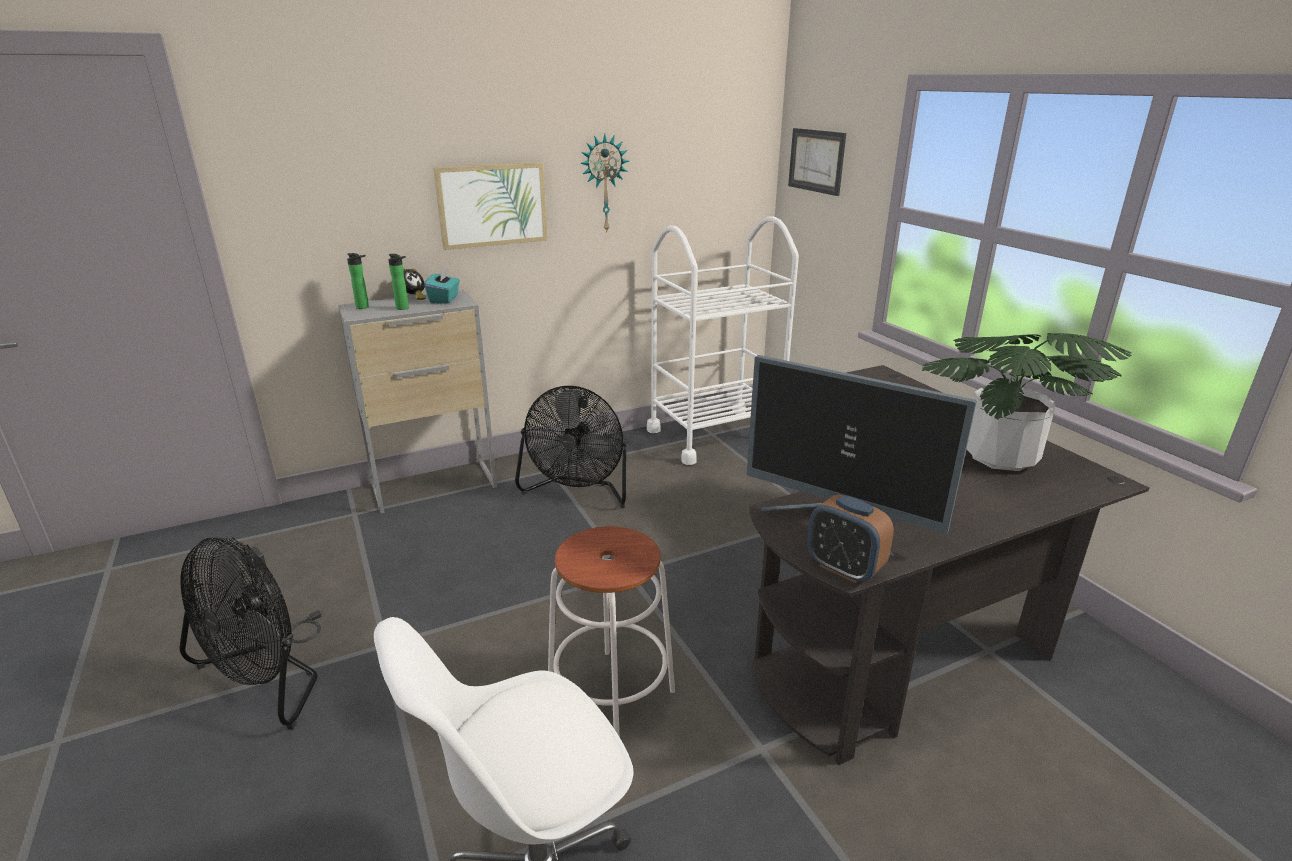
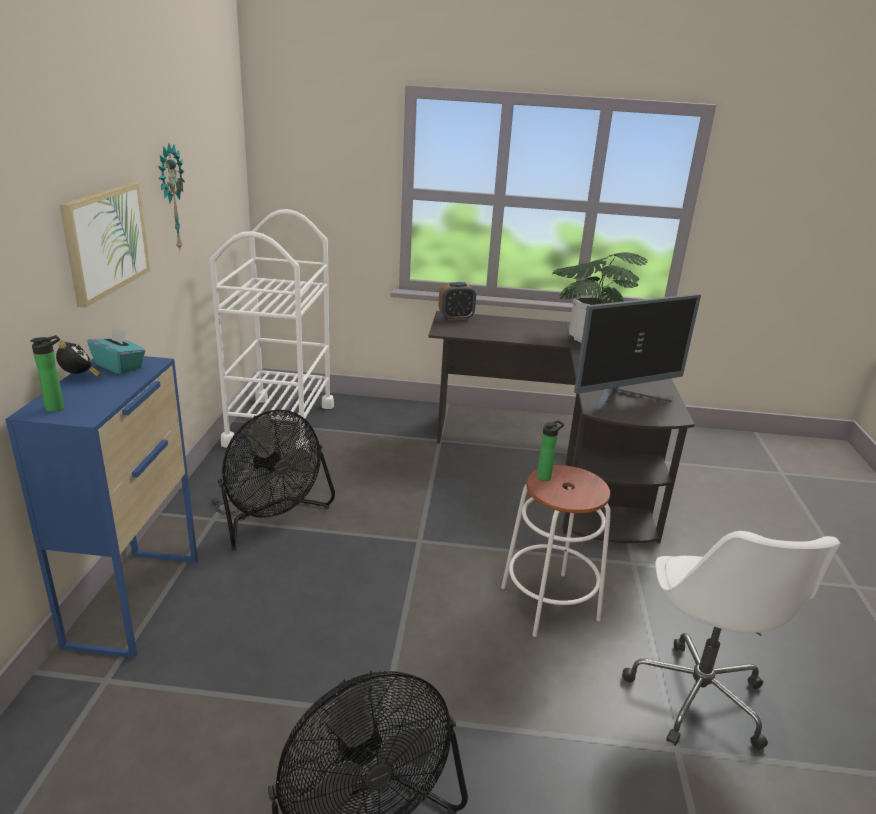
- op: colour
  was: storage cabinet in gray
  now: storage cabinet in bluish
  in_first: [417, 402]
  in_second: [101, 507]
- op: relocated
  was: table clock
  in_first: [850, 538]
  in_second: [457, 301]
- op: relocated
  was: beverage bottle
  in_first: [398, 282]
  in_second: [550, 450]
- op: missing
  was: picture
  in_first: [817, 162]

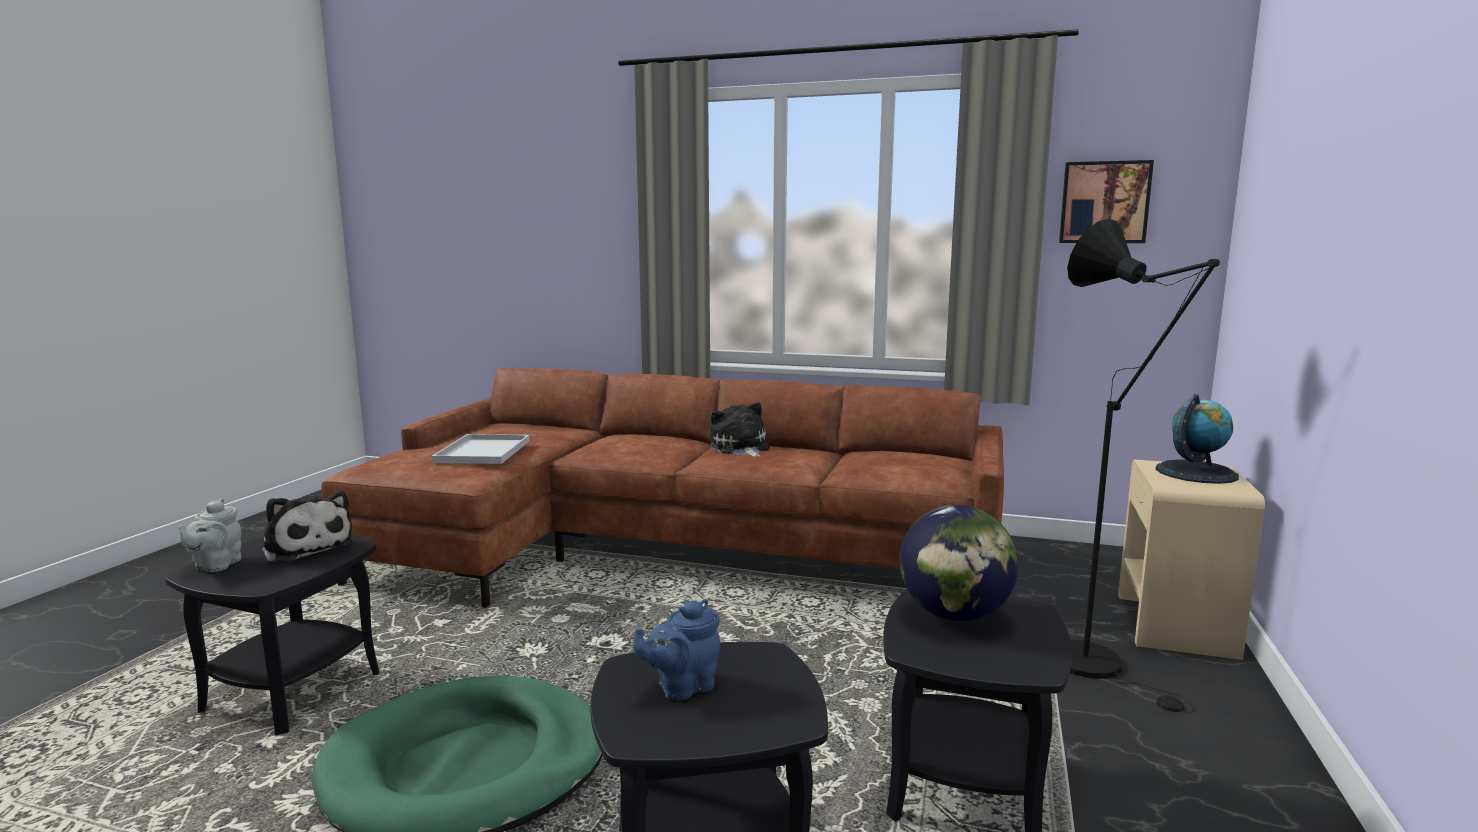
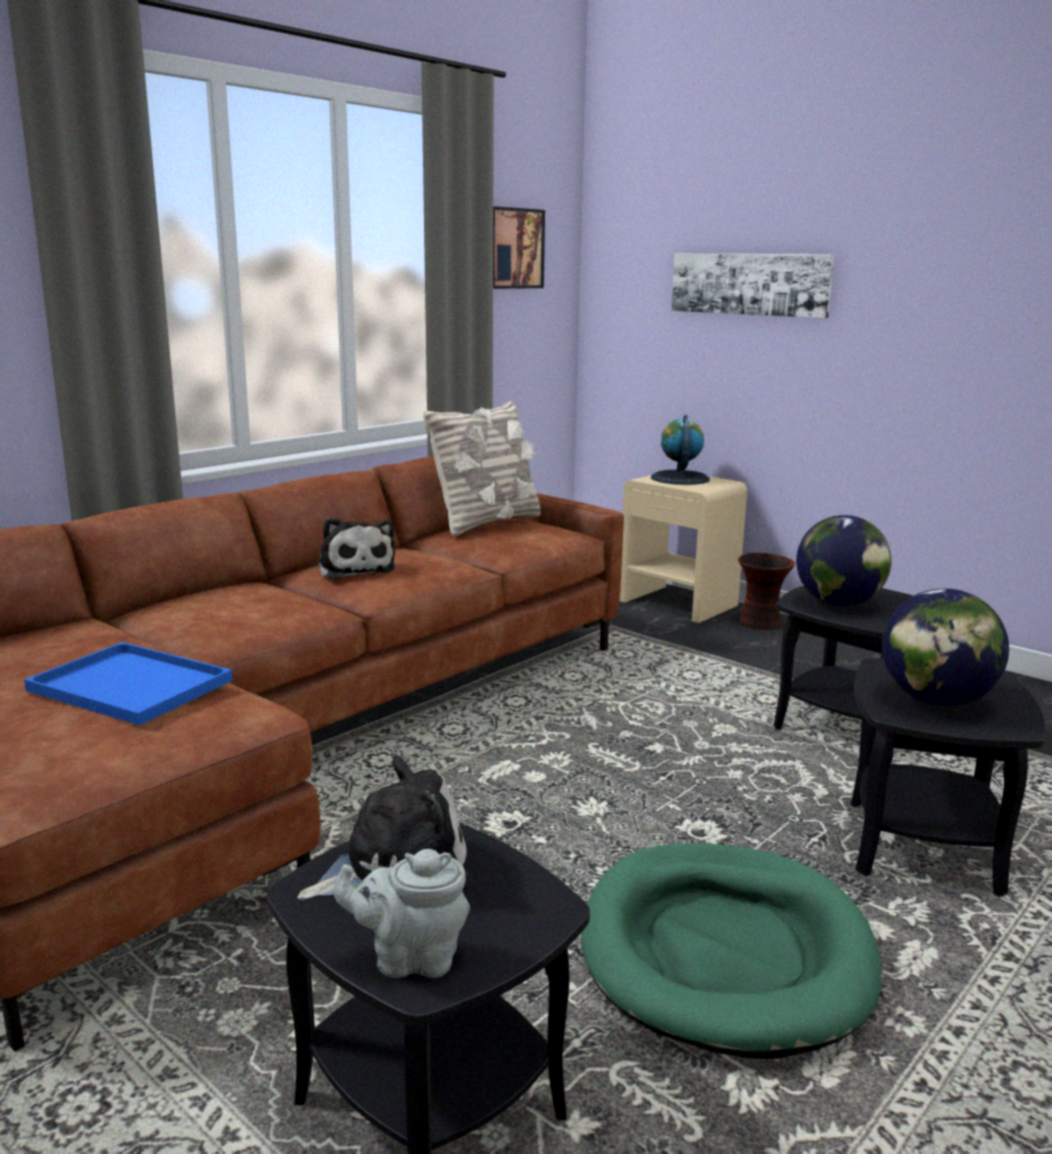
- op: colour
  was: tray in white-coloured
  now: tray in bluish
  in_first: [481, 449]
  in_second: [128, 683]
- op: spun
  was: soft toy
  in_first: [740, 429]
  in_second: [357, 548]
  clockwise: -120
- op: spun
  was: tea pot in gray
  in_first: [210, 535]
  in_second: [401, 913]
  clockwise: 150
- op: appeared
  now: cushion in beige
  in_second: [482, 468]
- op: appeared
  now: picture
  in_second: [753, 285]
- op: appeared
  now: vase
  in_second: [766, 591]
- op: exchanged
  was: tea pot in bluish
  now: desk globe
  in_first: [676, 650]
  in_second: [945, 647]
- op: missing
  was: standing lamp in blackish
  in_first: [1143, 466]

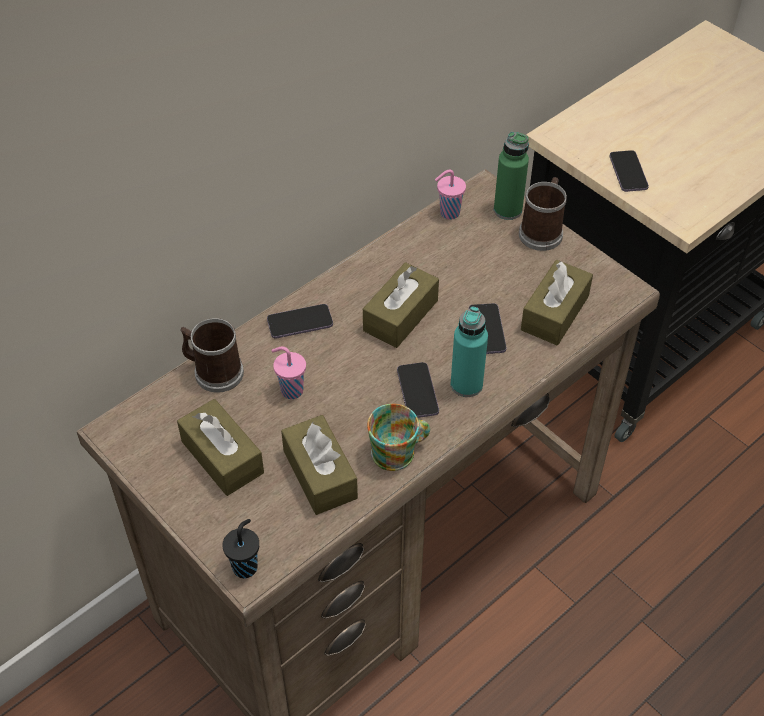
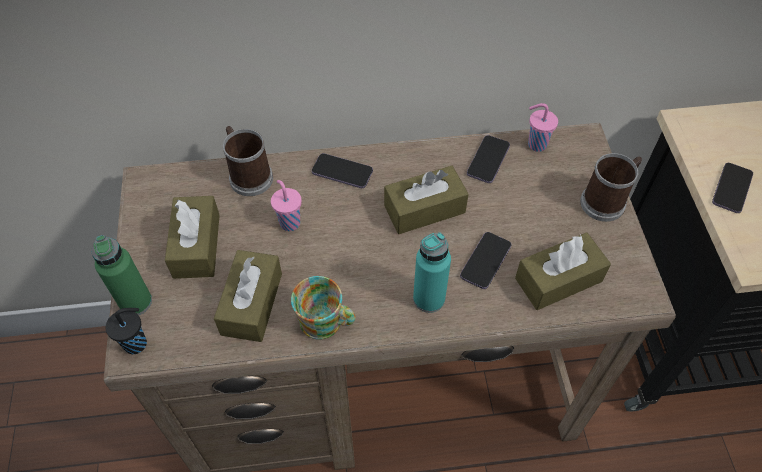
- op: relocated
  was: beverage bottle in green-coloured
  in_first: [511, 176]
  in_second: [121, 275]
- op: relocated
  was: telephone
  in_first: [418, 390]
  in_second: [488, 159]

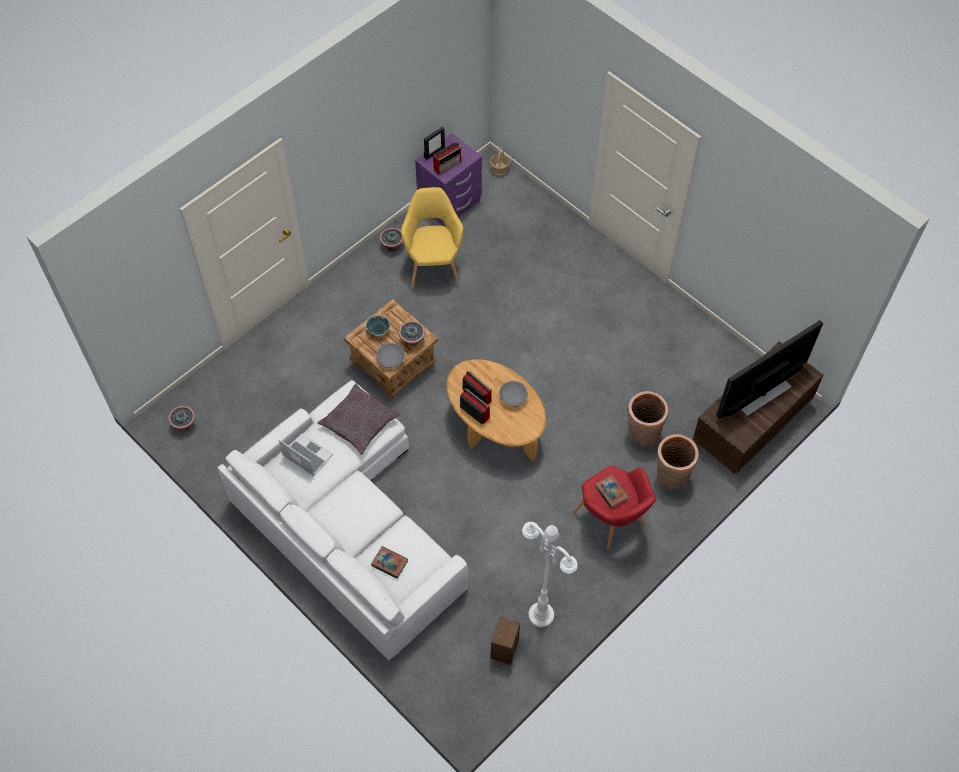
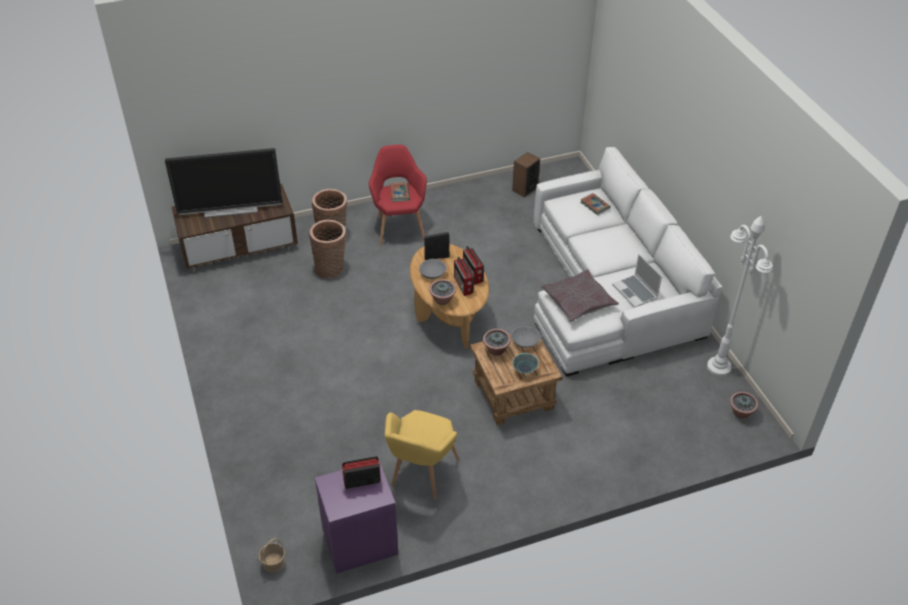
- op: relocated
  was: photo frame
  in_first: [434, 143]
  in_second: [436, 246]
- op: relocated
  was: plant in a pot
  in_first: [391, 240]
  in_second: [442, 292]
- op: relocated
  was: standing lamp in white-coloured
  in_first: [550, 575]
  in_second: [740, 296]

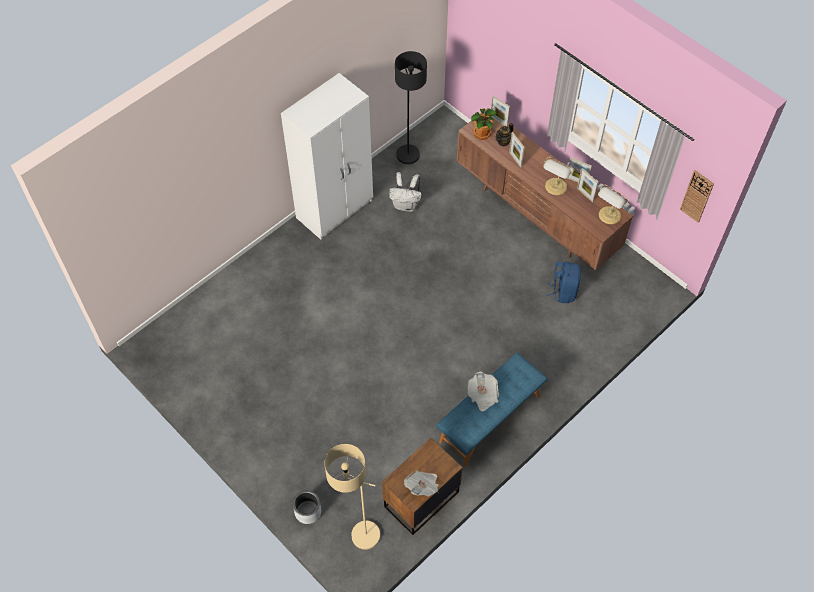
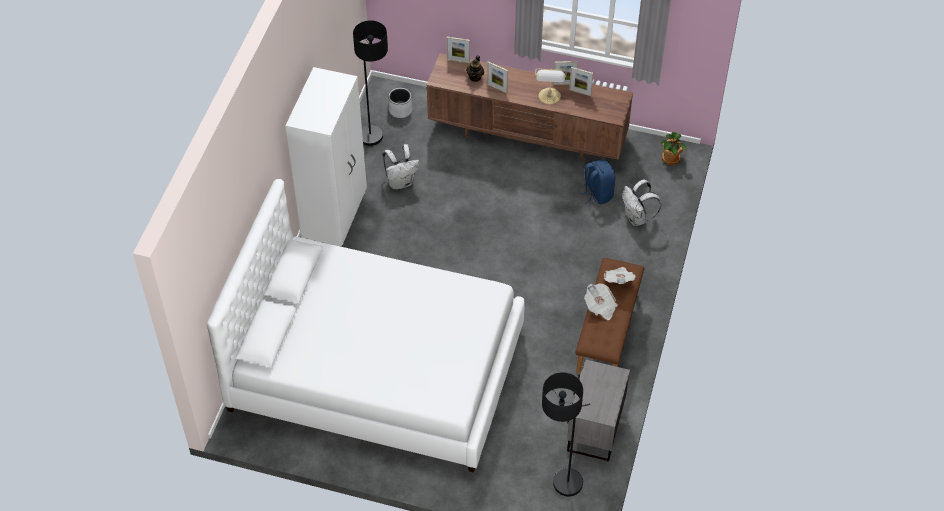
- op: appeared
  now: bedroom bed in white-coloured
  in_second: [366, 326]
- op: relocated
  was: plant pot in gray
  in_first: [307, 507]
  in_second: [400, 102]
- op: colour
  was: standing lamp in beige
  now: standing lamp in blackish
  in_first: [352, 497]
  in_second: [566, 434]
- op: colour
  was: night table in brown-coloured
  now: night table in gray
  in_first: [422, 486]
  in_second: [598, 410]
- op: colour
  was: bench in bluish
  now: bench in brown-coloured
  in_first: [491, 409]
  in_second: [609, 316]
- op: relocated
  was: printed paper
  in_first: [421, 483]
  in_second: [620, 275]
- op: appeared
  now: knapsack in white-coloured
  in_second: [641, 202]
- op: relocated
  was: plant in a pot
  in_first: [483, 124]
  in_second: [674, 148]
- op: missing
  was: table lamp
  in_first: [614, 204]
- op: missing
  was: clock on the wall
  in_first: [697, 196]

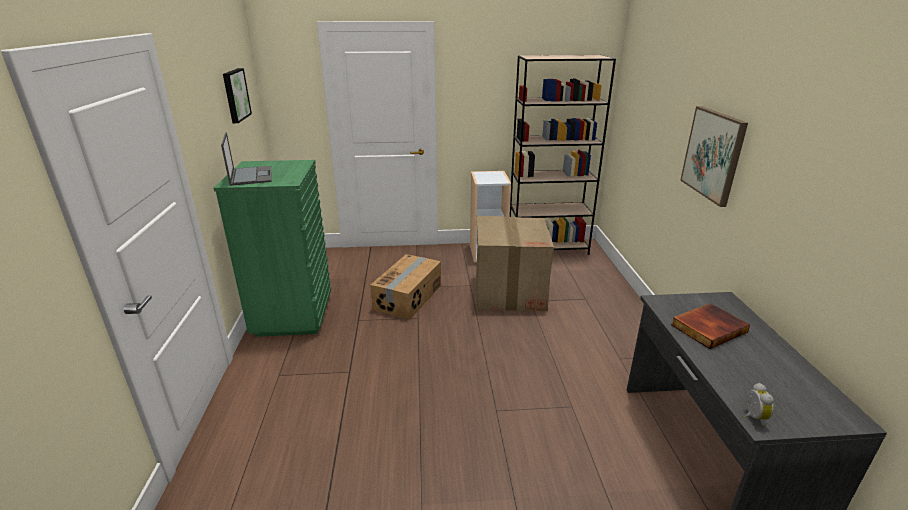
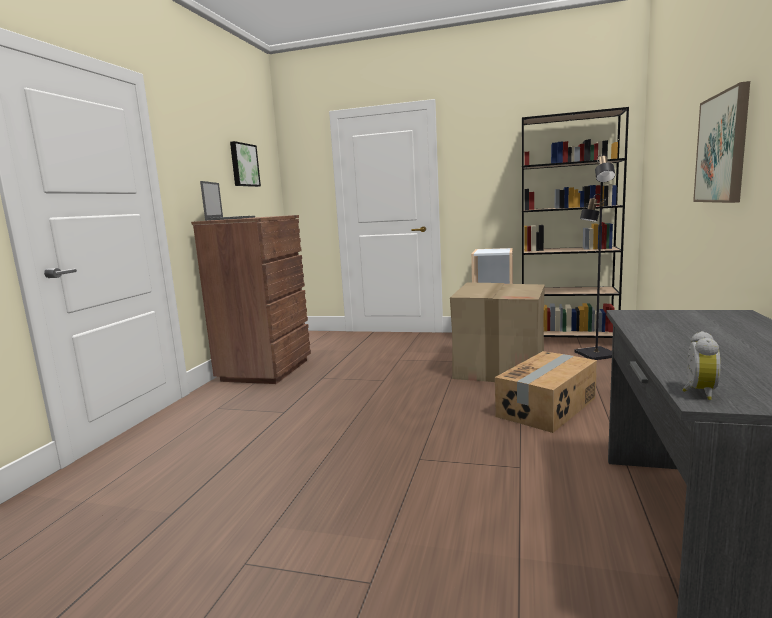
- op: colour
  was: drawer chest in green-coloured
  now: drawer chest in brown-coloured
  in_first: [272, 248]
  in_second: [251, 299]
- op: relocated
  was: carton
  in_first: [405, 287]
  in_second: [546, 392]
- op: appeared
  now: standing lamp in blackish
  in_second: [595, 257]
- op: missing
  was: volume
  in_first: [710, 326]

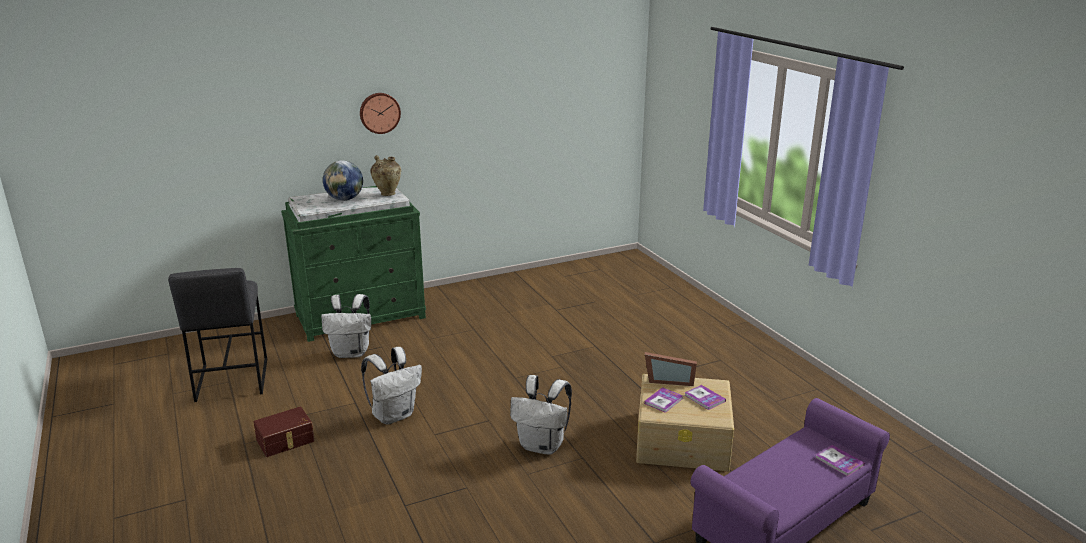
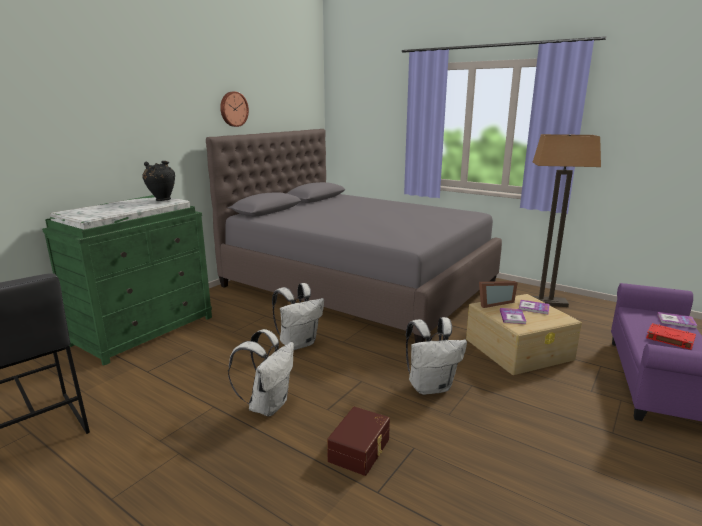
- op: colour
  was: vase in beige
  now: vase in blackish
  in_first: [386, 175]
  in_second: [158, 181]
- op: appeared
  now: bedroom bed in gray
  in_second: [354, 236]
- op: relocated
  was: clock on the wall
  in_first: [380, 113]
  in_second: [234, 109]
- op: relocated
  was: knapsack in white-coloured
  in_first: [346, 326]
  in_second: [298, 316]
- op: relocated
  was: storage bin in brown-coloured
  in_first: [284, 432]
  in_second: [358, 441]
- op: appeared
  now: standing lamp
  in_second: [567, 220]
- op: appeared
  now: volume in red-coloured
  in_second: [671, 336]
- op: missing
  was: desk globe
  in_first: [343, 180]

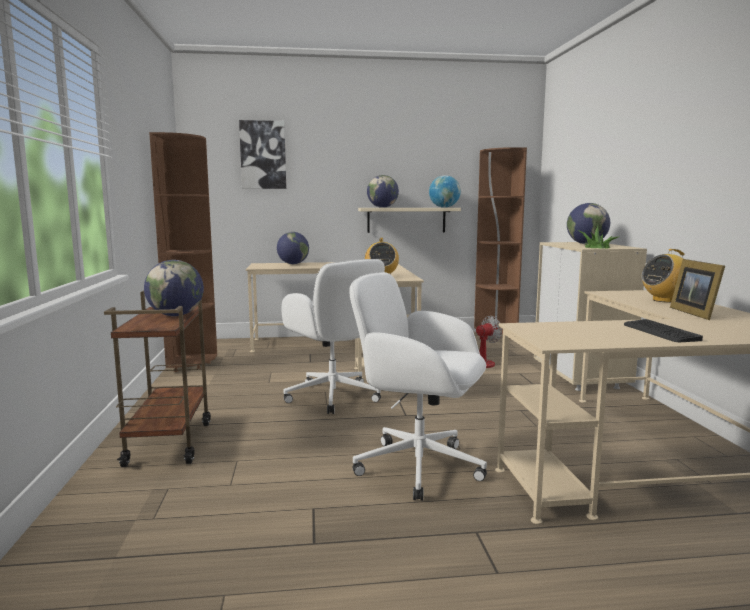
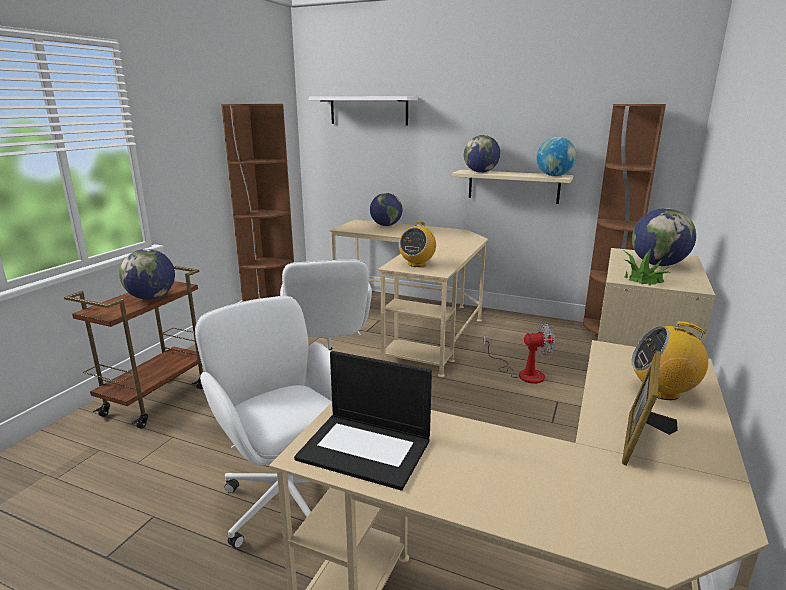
- op: appeared
  now: notebook computer
  in_second: [363, 421]
- op: exchanged
  was: picture
  now: bracket shelf in white-coloured
  in_first: [262, 154]
  in_second: [363, 110]
- op: missing
  was: keyboard
  in_first: [663, 330]

